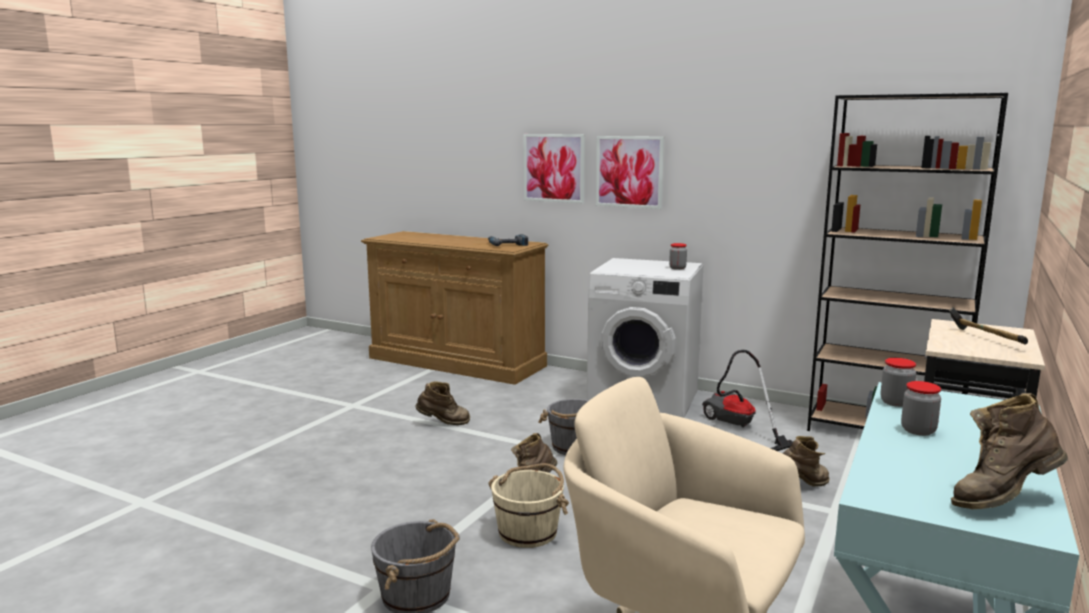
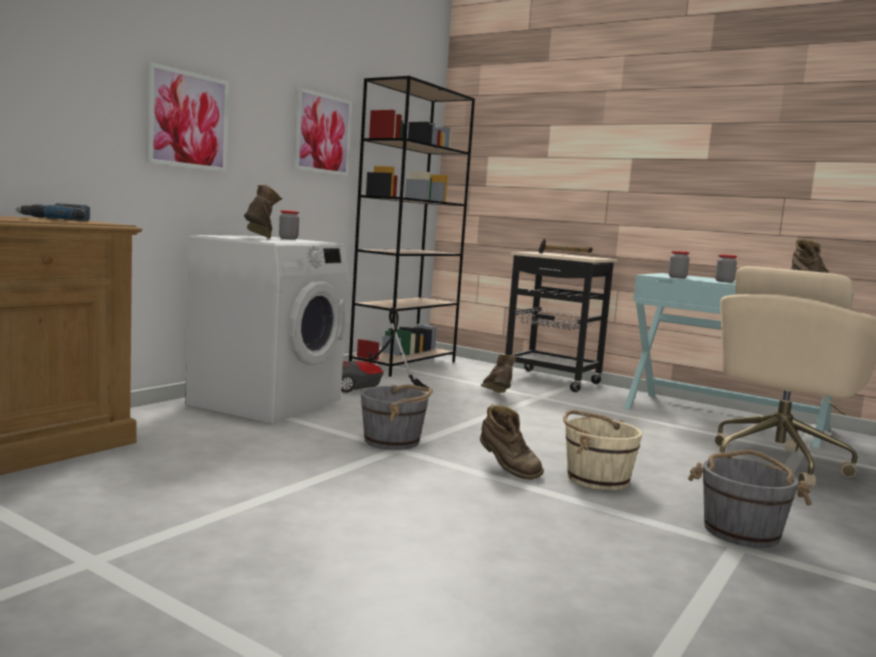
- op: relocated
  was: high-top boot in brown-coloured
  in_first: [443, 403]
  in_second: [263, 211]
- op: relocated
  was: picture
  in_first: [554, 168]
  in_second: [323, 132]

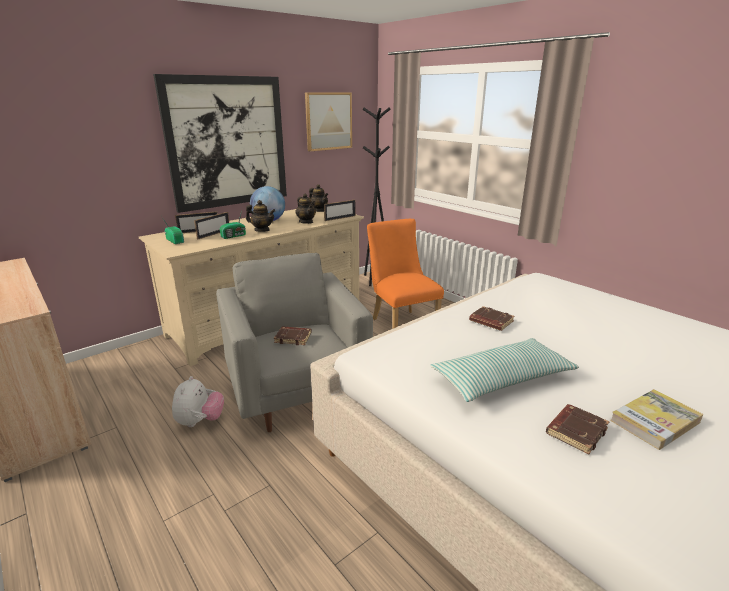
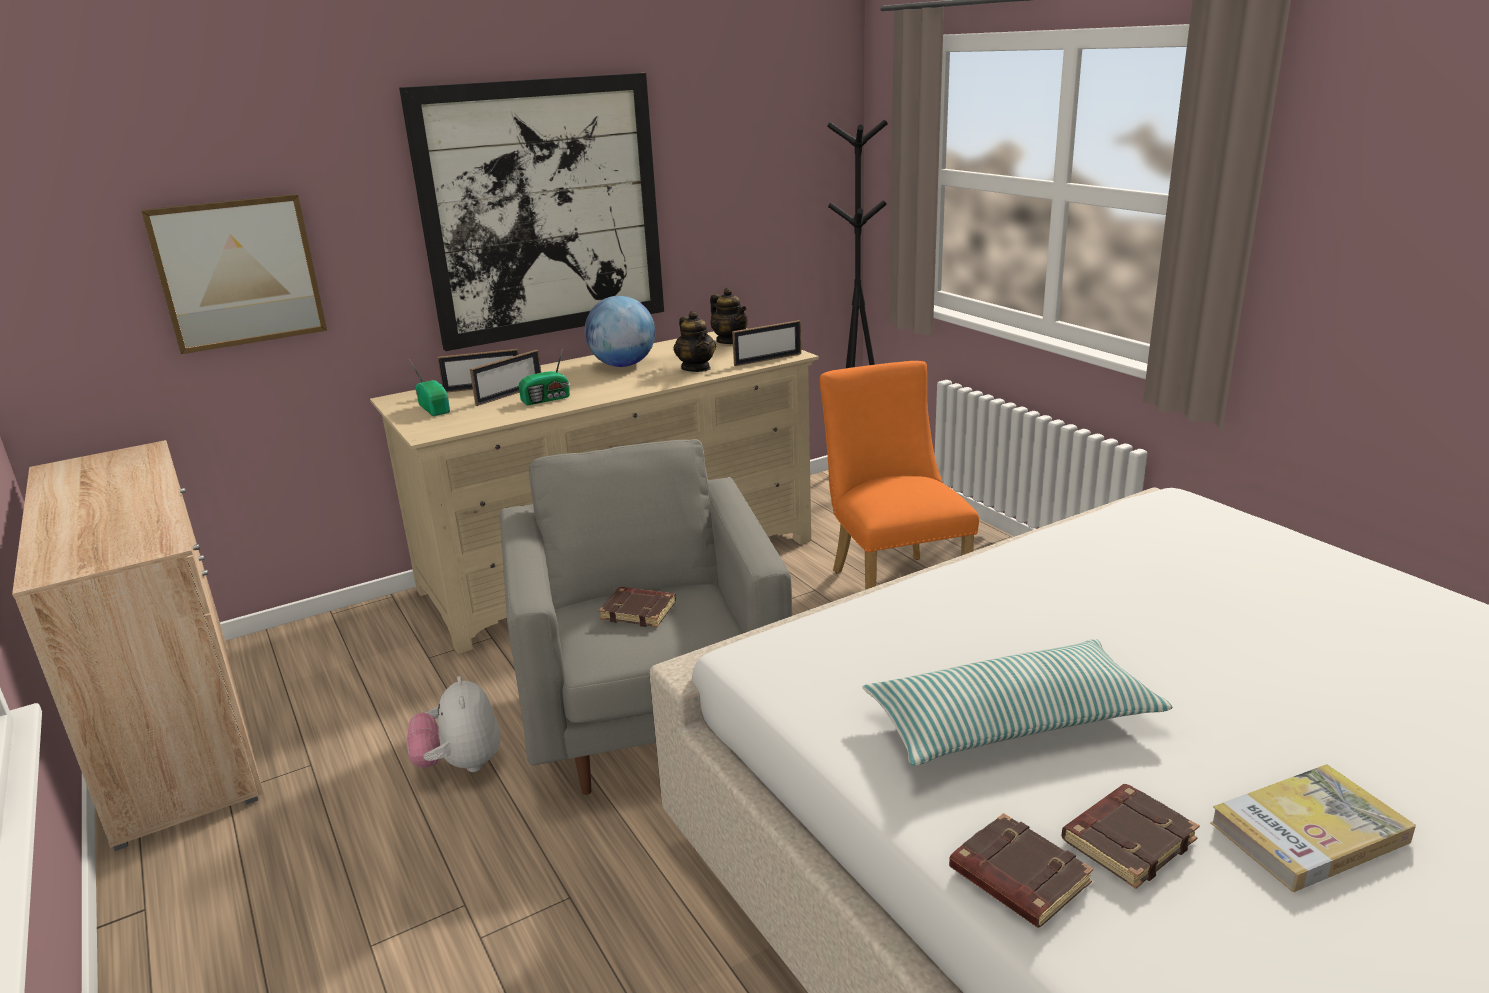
- op: relocated
  was: picture
  in_first: [328, 121]
  in_second: [234, 274]
- op: spun
  was: soft toy
  in_first: [198, 401]
  in_second: [453, 724]
  clockwise: 150
- op: relocated
  was: volume in brown-coloured
  in_first: [492, 318]
  in_second: [1021, 870]
- op: missing
  was: tea pot
  in_first: [260, 216]

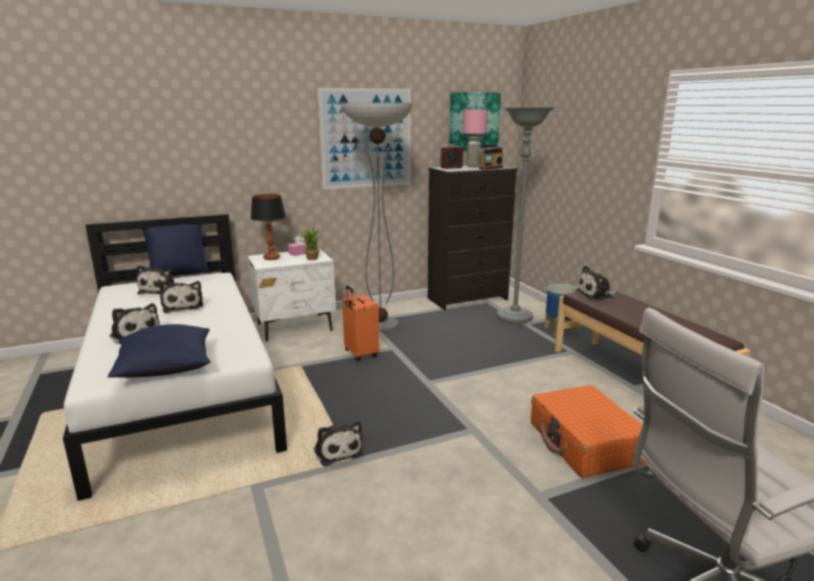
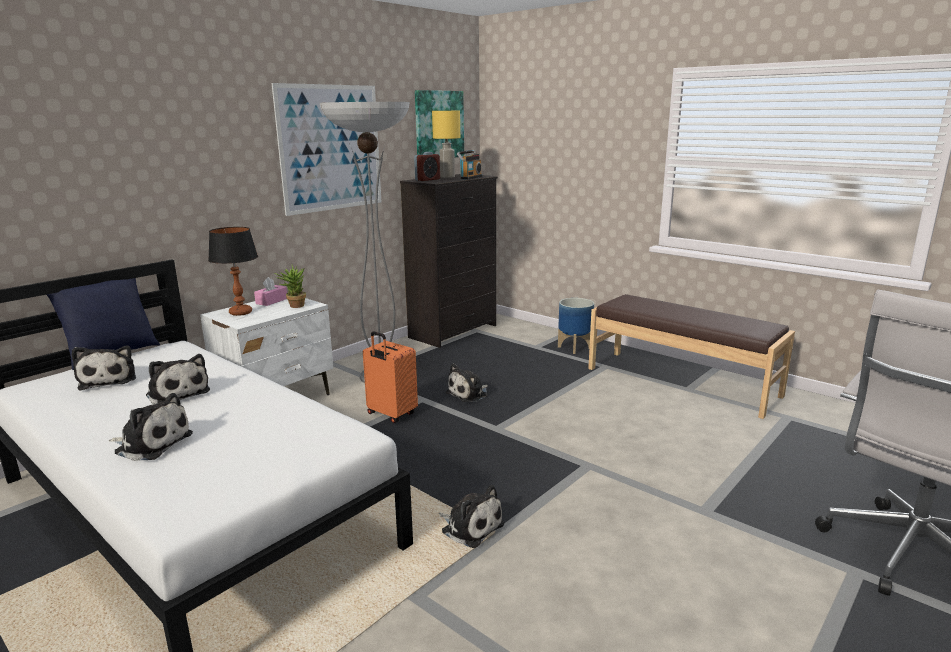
- op: colour
  was: table lamp in pinkish
  now: table lamp in yellow
  in_first: [474, 138]
  in_second: [446, 144]
- op: relocated
  was: soft toy
  in_first: [595, 283]
  in_second: [467, 382]
- op: missing
  was: cushion in bluish
  in_first: [159, 351]
- op: missing
  was: standing lamp in gray
  in_first: [526, 215]
- op: missing
  was: suitcase in orange-coloured
  in_first: [588, 431]

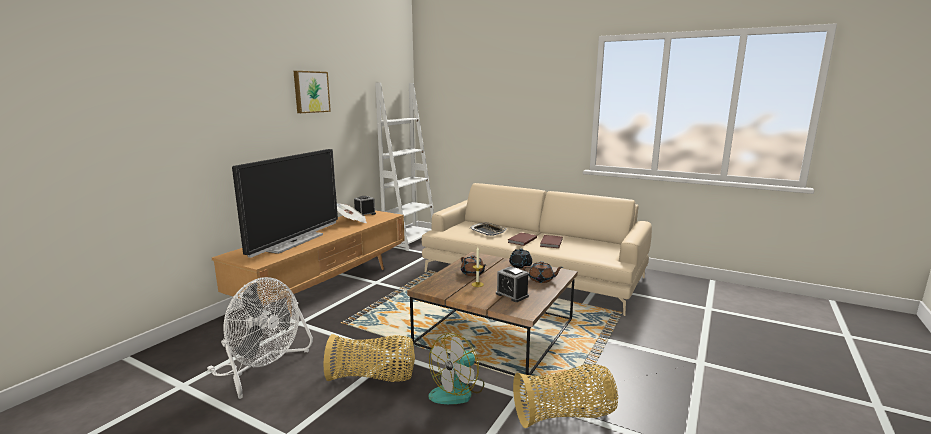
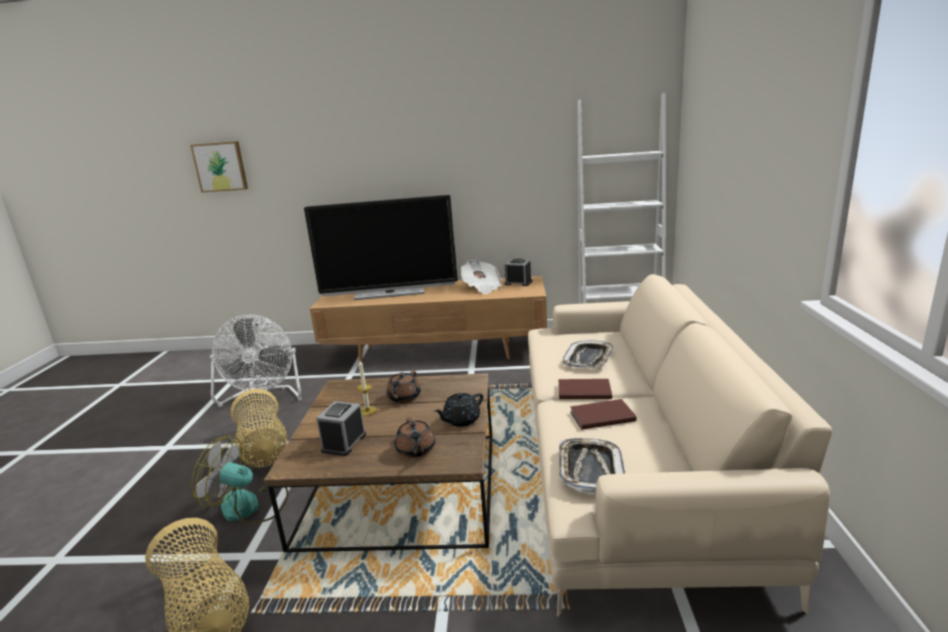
- op: relocated
  was: picture
  in_first: [312, 92]
  in_second: [219, 166]
- op: appeared
  now: tray
  in_second: [592, 466]

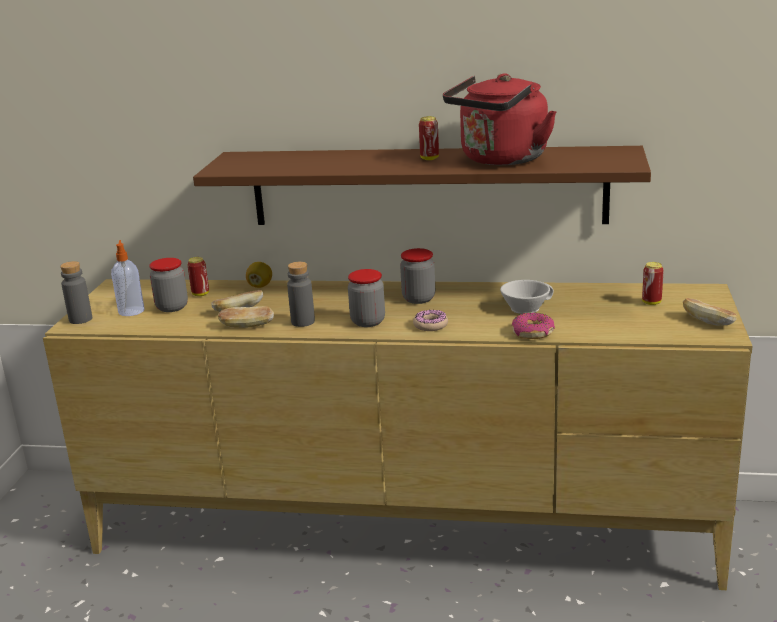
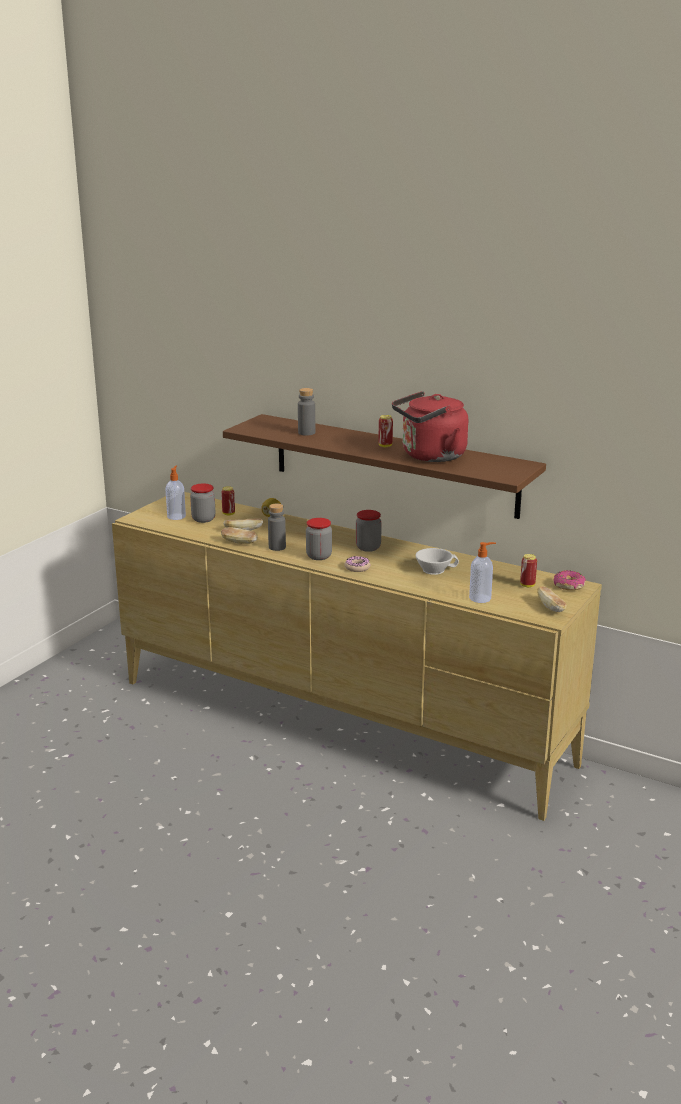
- op: relocated
  was: beverage bottle in gray
  in_first: [76, 292]
  in_second: [306, 412]
- op: appeared
  now: soap dispenser
  in_second: [482, 572]
- op: relocated
  was: donut
  in_first: [533, 325]
  in_second: [570, 580]

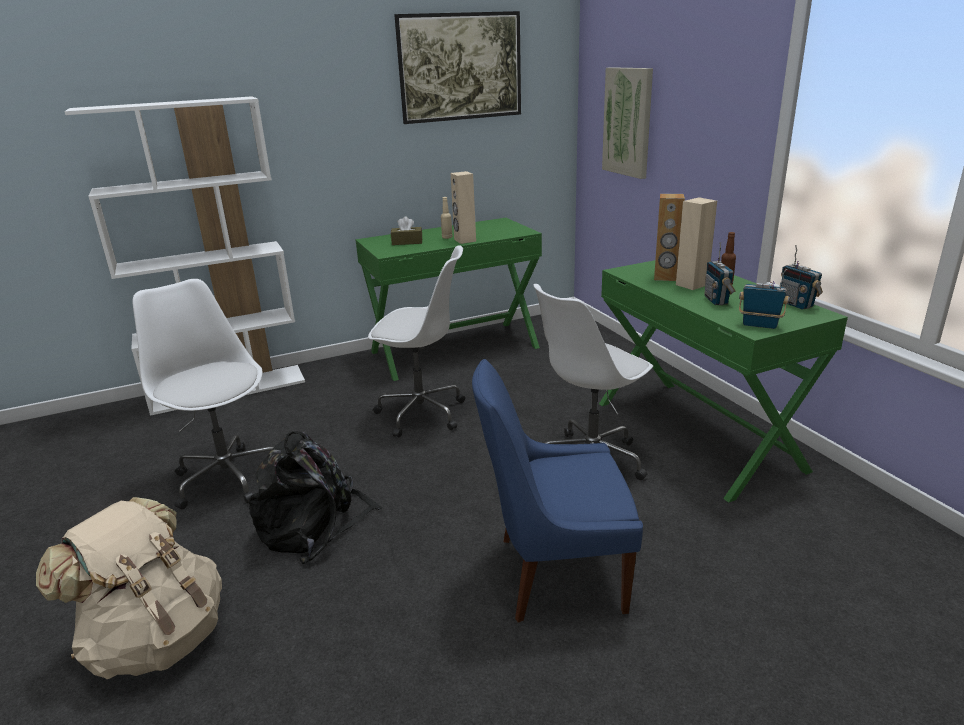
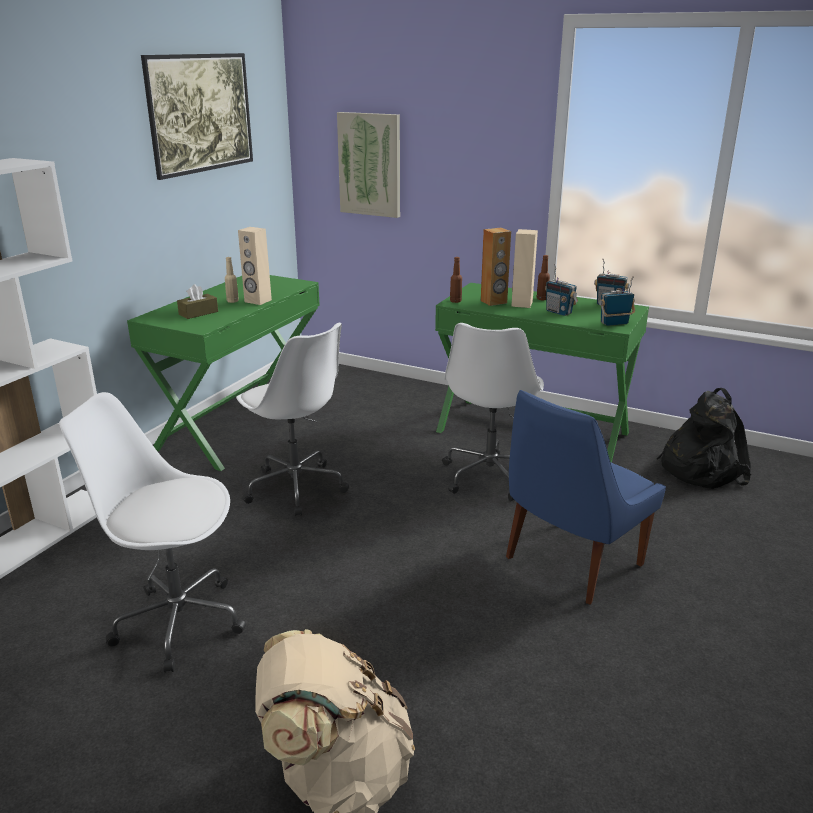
- op: spun
  was: office chair in white-coloured
  in_first: [417, 341]
  in_second: [292, 419]
  clockwise: 75
- op: appeared
  now: beverage bottle in brown-coloured
  in_second: [456, 280]
- op: relocated
  was: knapsack in blackish
  in_first: [315, 497]
  in_second: [703, 438]

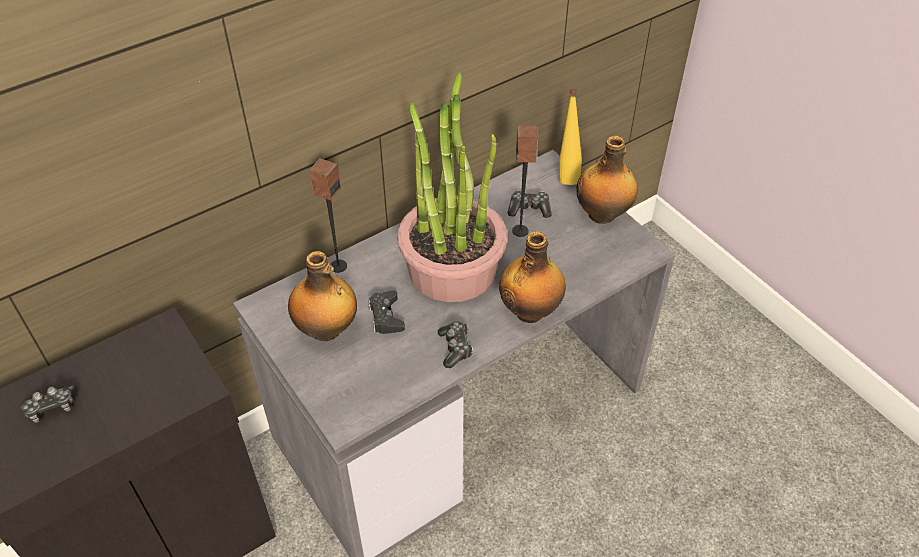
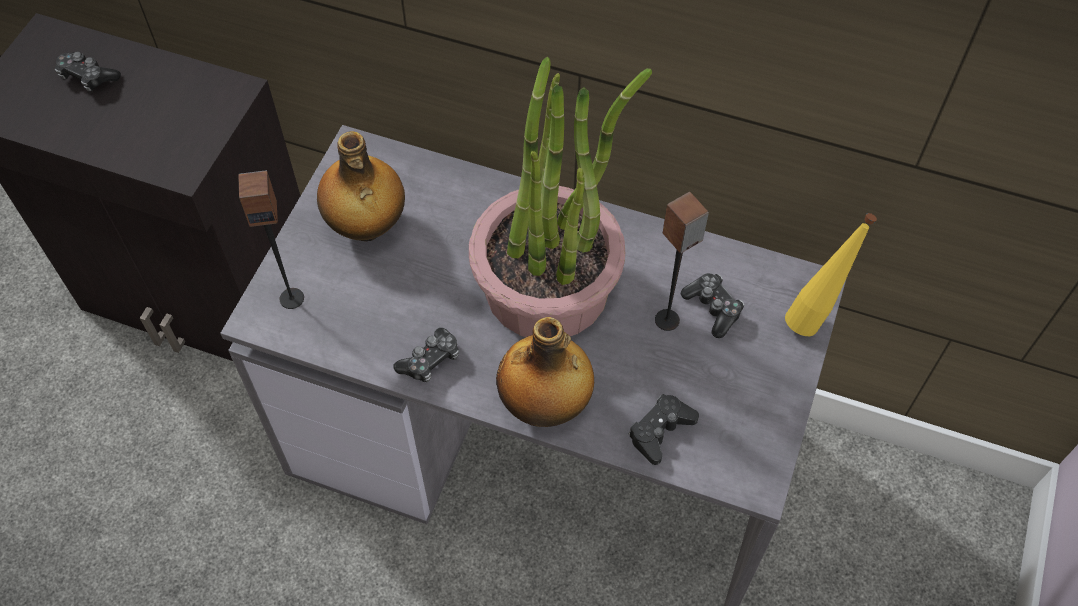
- op: relocated
  was: audio speaker
  in_first: [328, 215]
  in_second: [271, 239]
- op: relocated
  was: gamepad in blackish
  in_first: [387, 312]
  in_second: [664, 429]
- op: missing
  was: beverage bottle
  in_first: [607, 180]

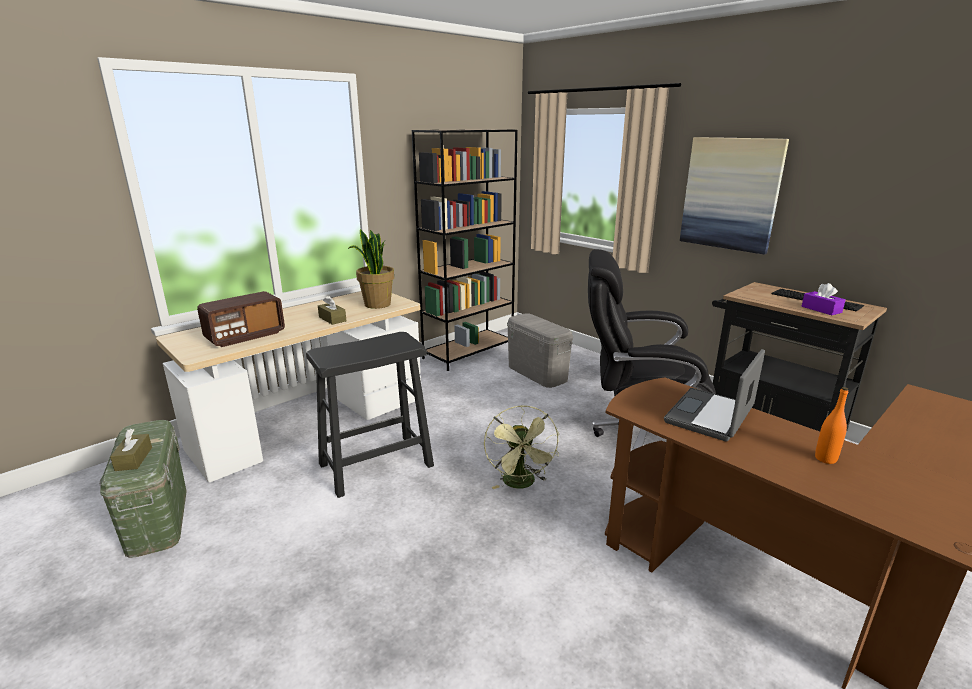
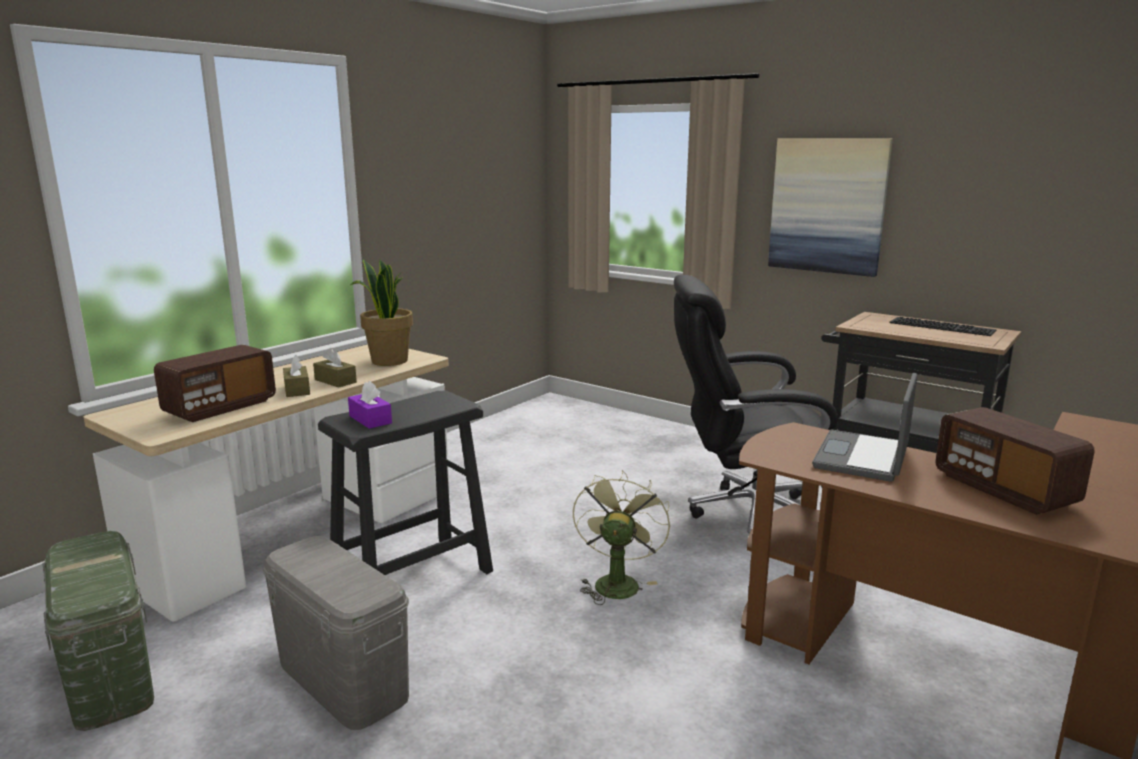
- op: relocated
  was: storage bin in gray
  in_first: [540, 350]
  in_second: [336, 633]
- op: relocated
  was: tissue box in brown-coloured
  in_first: [131, 450]
  in_second: [296, 376]
- op: relocated
  was: tissue box in purple
  in_first: [823, 299]
  in_second: [370, 405]
- op: spun
  was: cooling fan in green-coloured
  in_first: [521, 447]
  in_second: [621, 537]
  clockwise: -150
- op: exchanged
  was: beverage bottle in orange-coloured
  now: radio
  in_first: [831, 425]
  in_second: [1015, 461]
- op: missing
  was: shelving unit in beige
  in_first: [465, 250]

